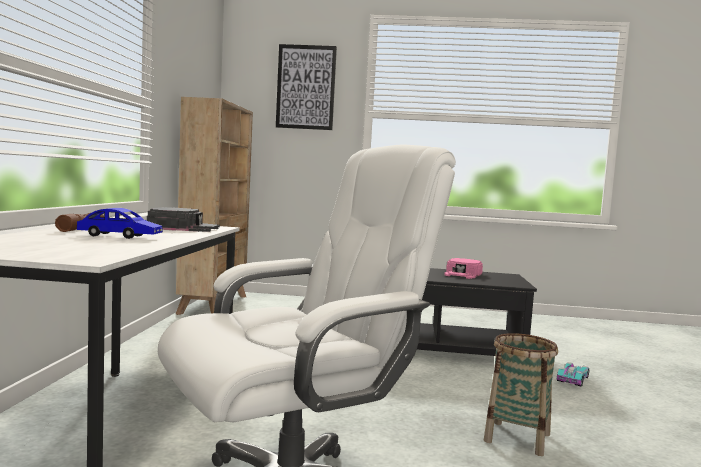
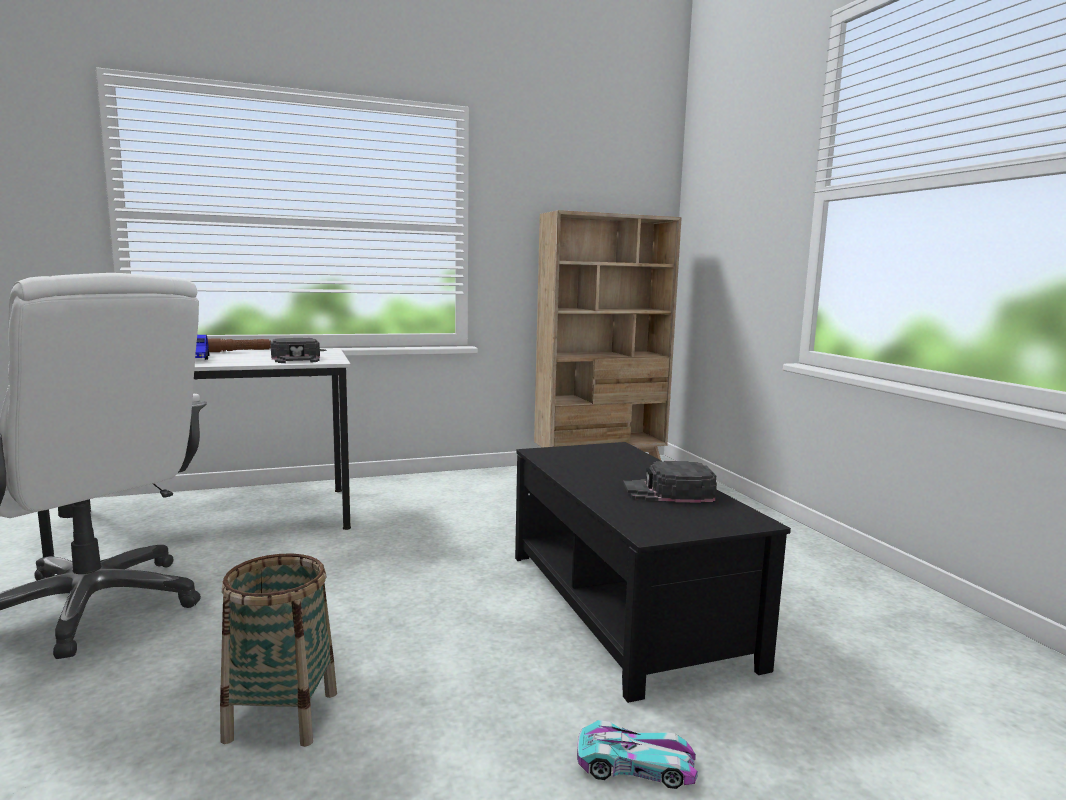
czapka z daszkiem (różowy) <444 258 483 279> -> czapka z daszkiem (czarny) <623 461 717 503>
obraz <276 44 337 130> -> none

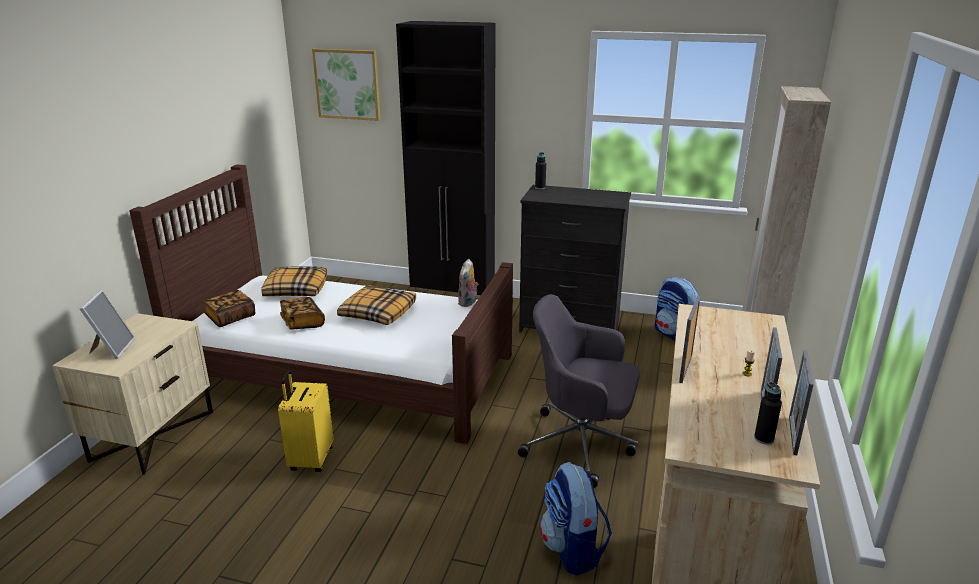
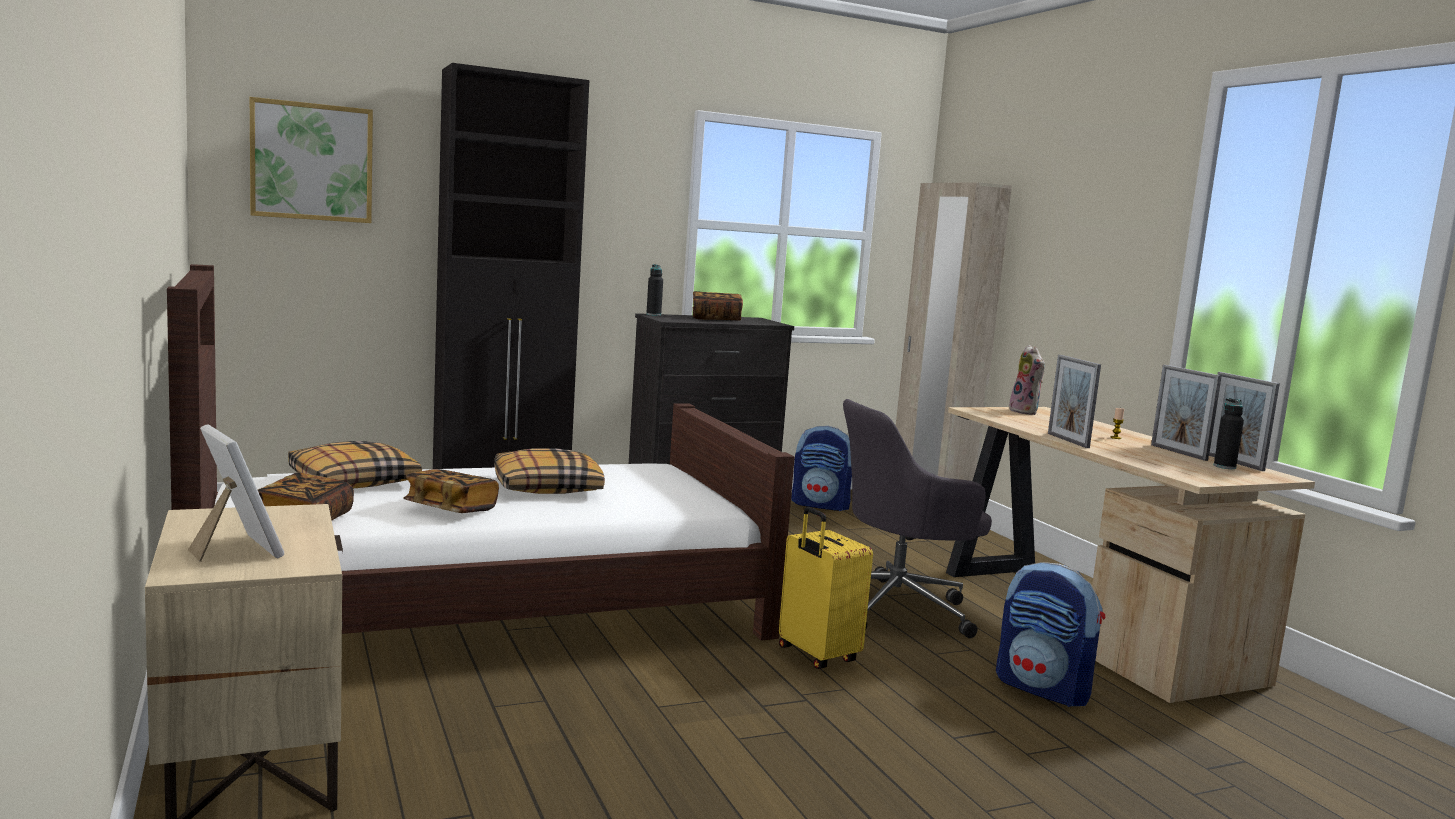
none -> książka <693 291 743 320>
walizka (żółty) <278 370 333 472> -> walizka (żółty) <779 507 873 669>, relocated
pluszak <458 259 479 307> -> pluszak <1006 345 1045 415>, relocated

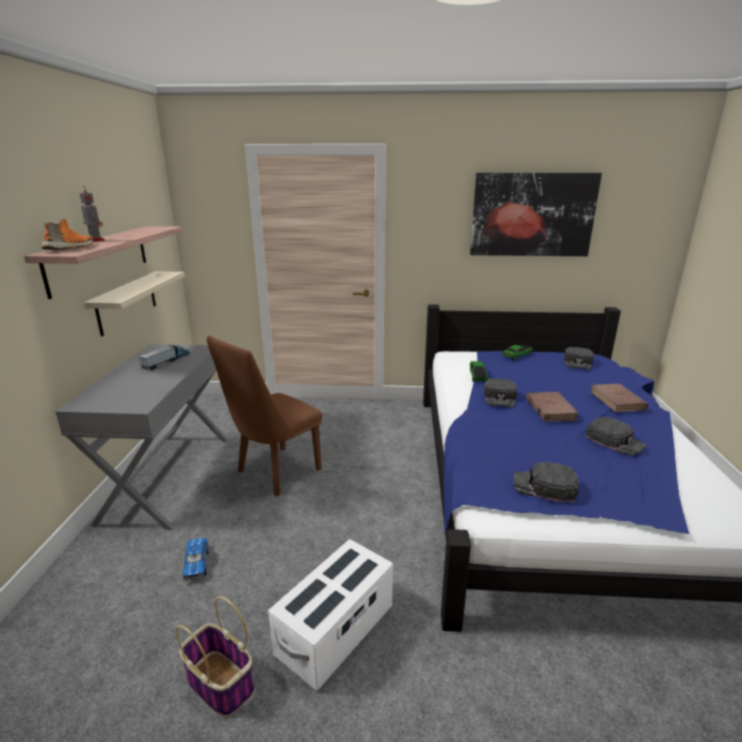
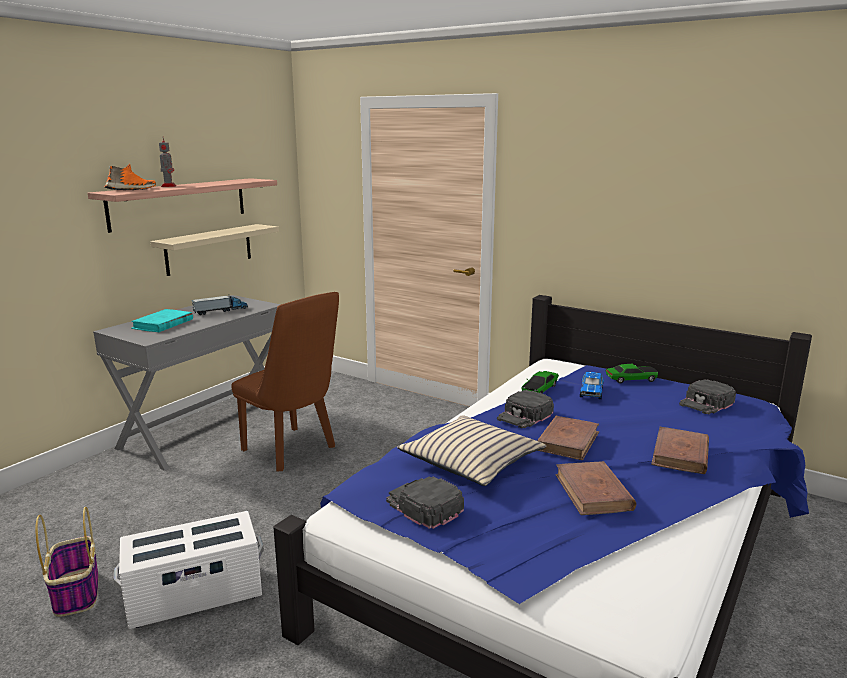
none -> książka (turkusowy) <131 309 193 332>
krzesło (brązowy) <207 336 322 496> -> krzesło (brązowy) <231 292 339 471>, 120 degrees counterclockwise
none -> poduszka (beżowy) <397 415 547 486>
czapka z daszkiem (czarny) <586 417 647 456> -> książka (brązowy) <555 461 636 515>
samochodzik <183 538 208 580> -> samochodzik <580 372 604 399>, relocated
obraz <470 173 602 256> -> none

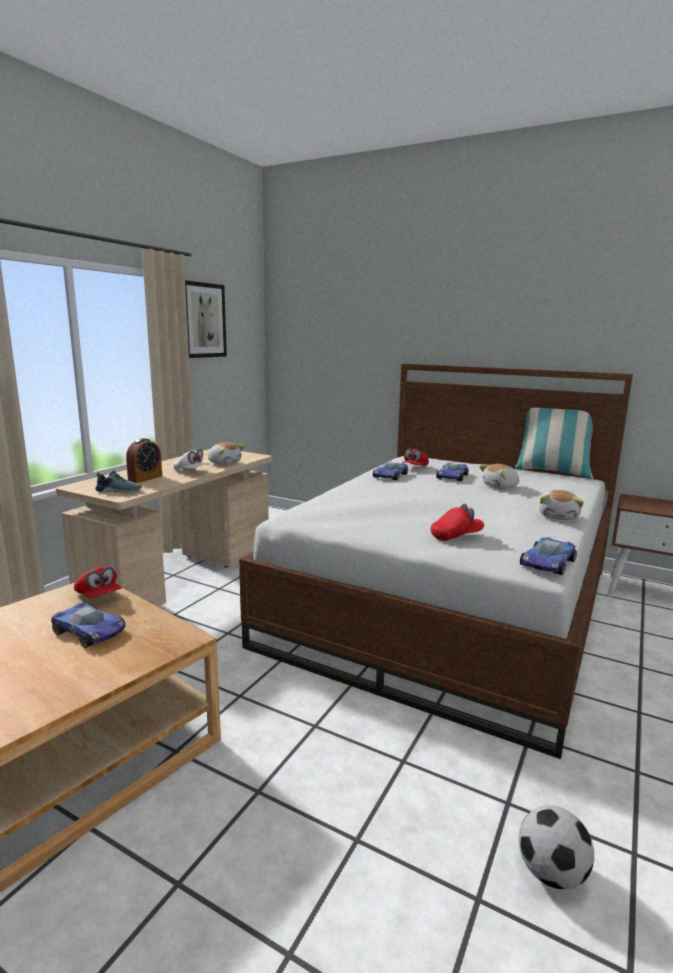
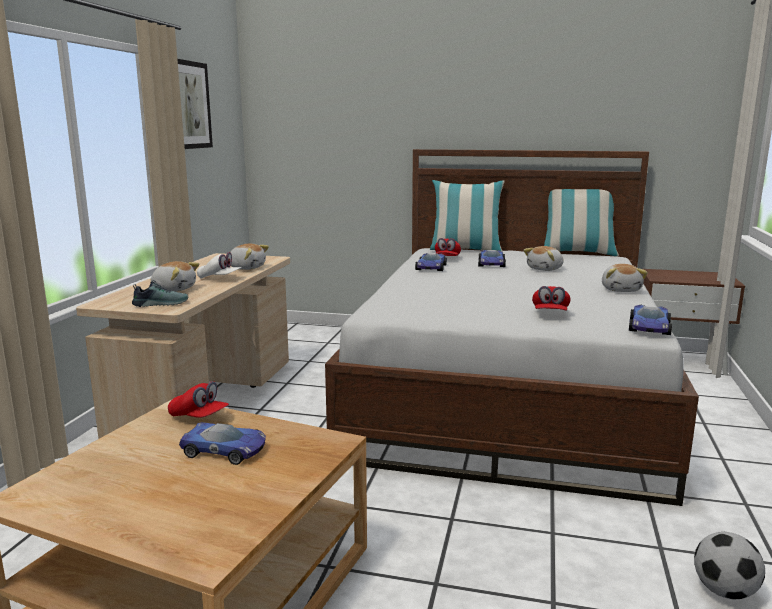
budzik <126 438 162 483> -> pluszak <150 261 199 292>
none -> poduszka <430 180 505 252>
czapka z daszkiem (czerwony) <431 504 484 541> -> czapka z daszkiem (czerwony) <532 286 570 311>, 135 degrees clockwise

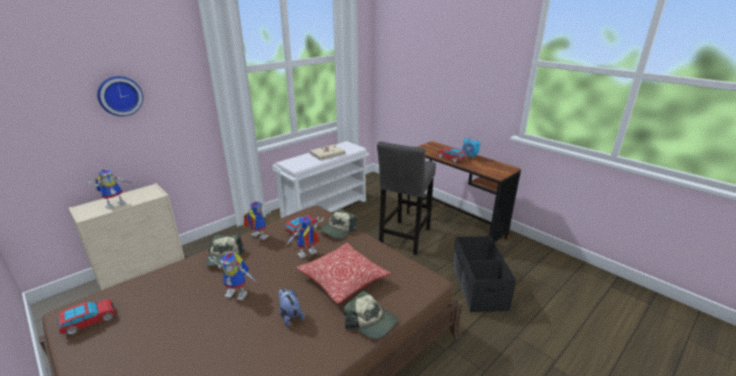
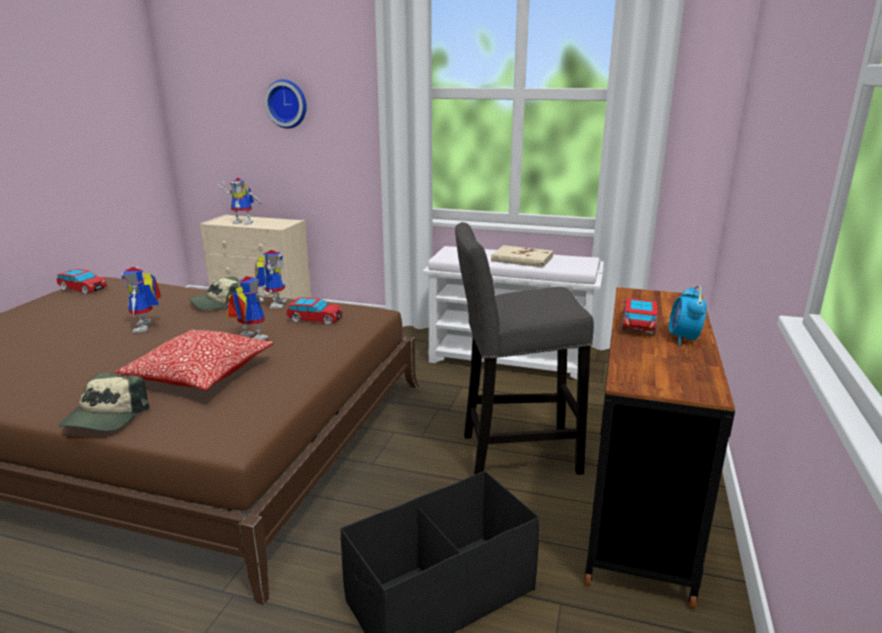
pluszak <278 288 304 327> -> none
czapka z daszkiem <319 209 356 239> -> none

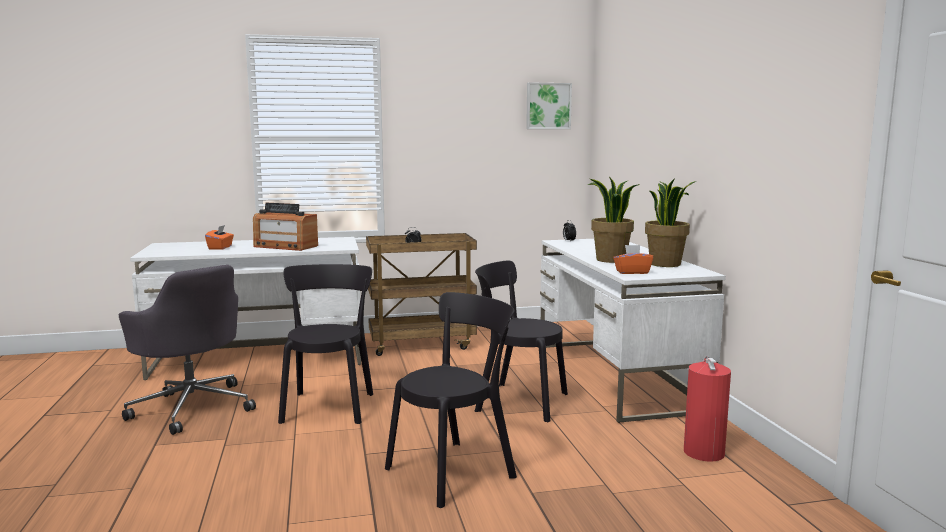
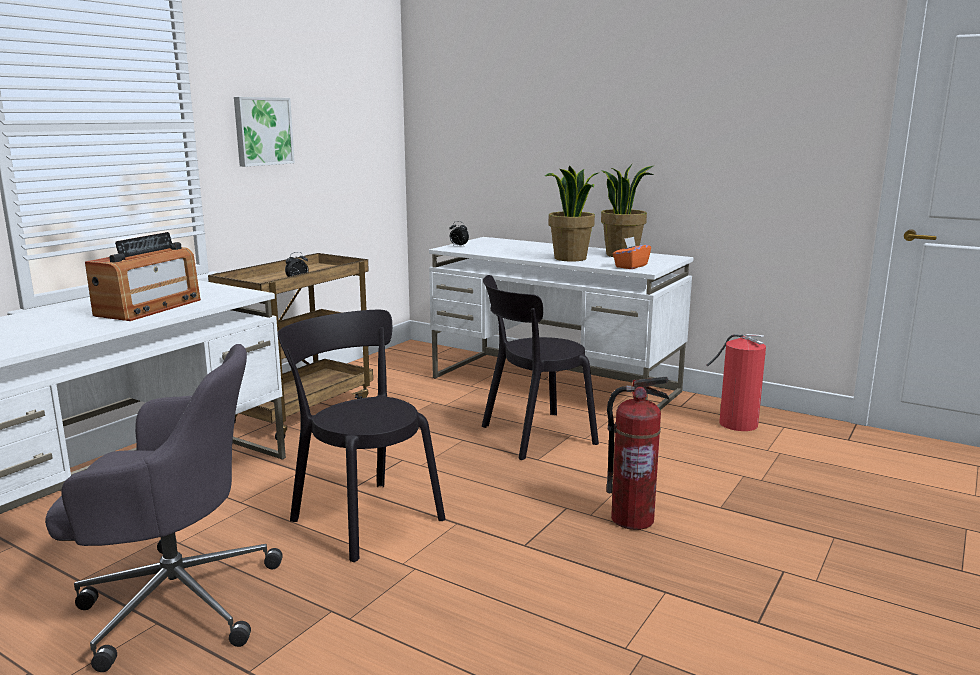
radio <253 203 318 251> -> radio <85 232 201 321>, 45 degrees counterclockwise
obraz <526 82 572 129> -> obraz <234 97 295 167>, relocated
krzesło (czarny) <385 292 517 508> -> gaśnica <607 377 670 530>
pudełko chusteczek (pomarańczowy) <205 225 234 250> -> none

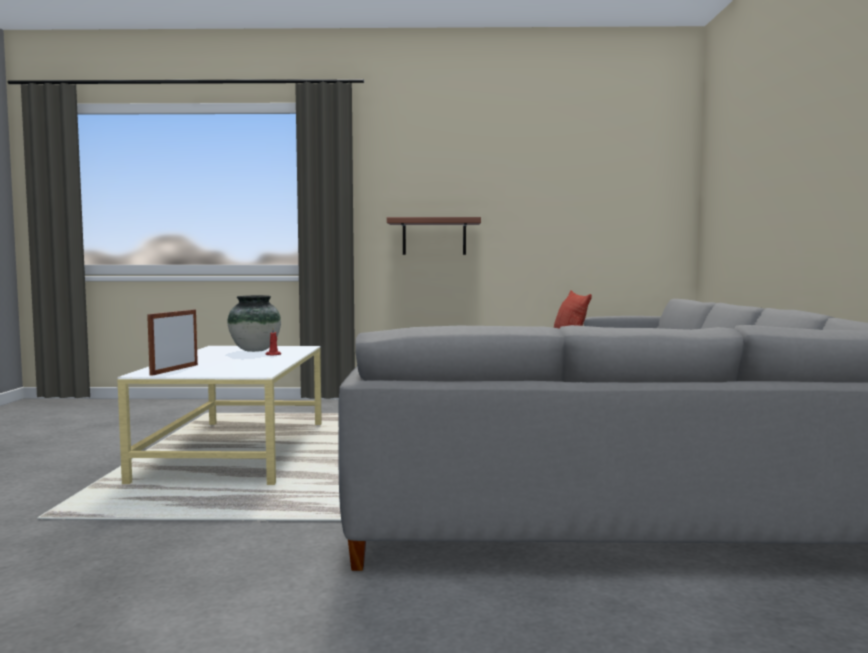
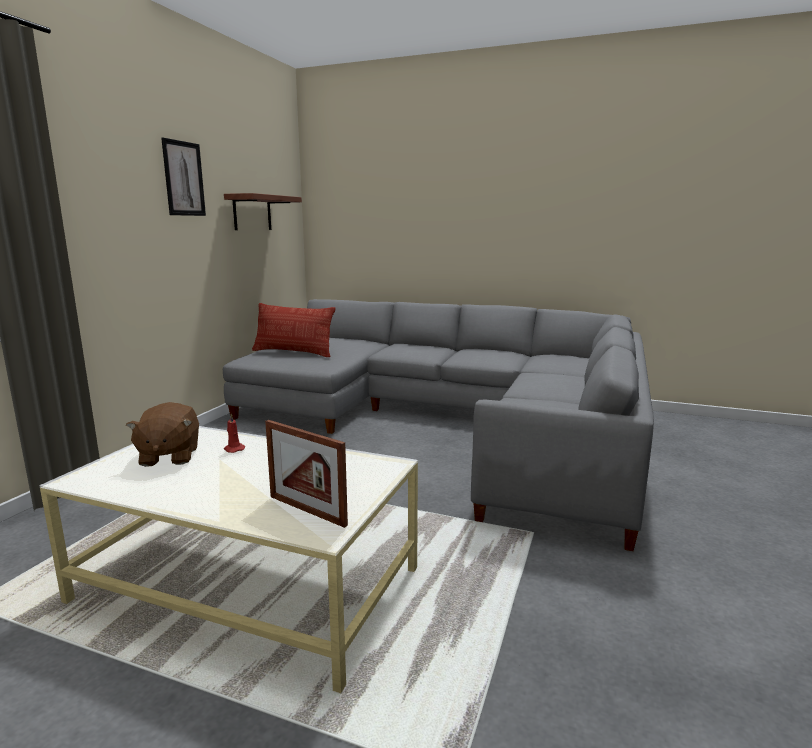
wazon <227 295 281 352> -> pluszak (brązowy) <126 402 199 467>
none -> obraz <161 137 206 216>
półka <387 217 481 255> -> półka <224 193 302 230>, relocated

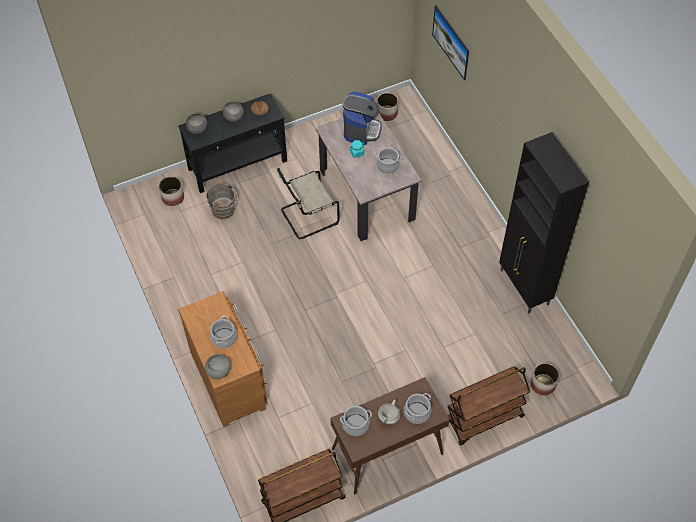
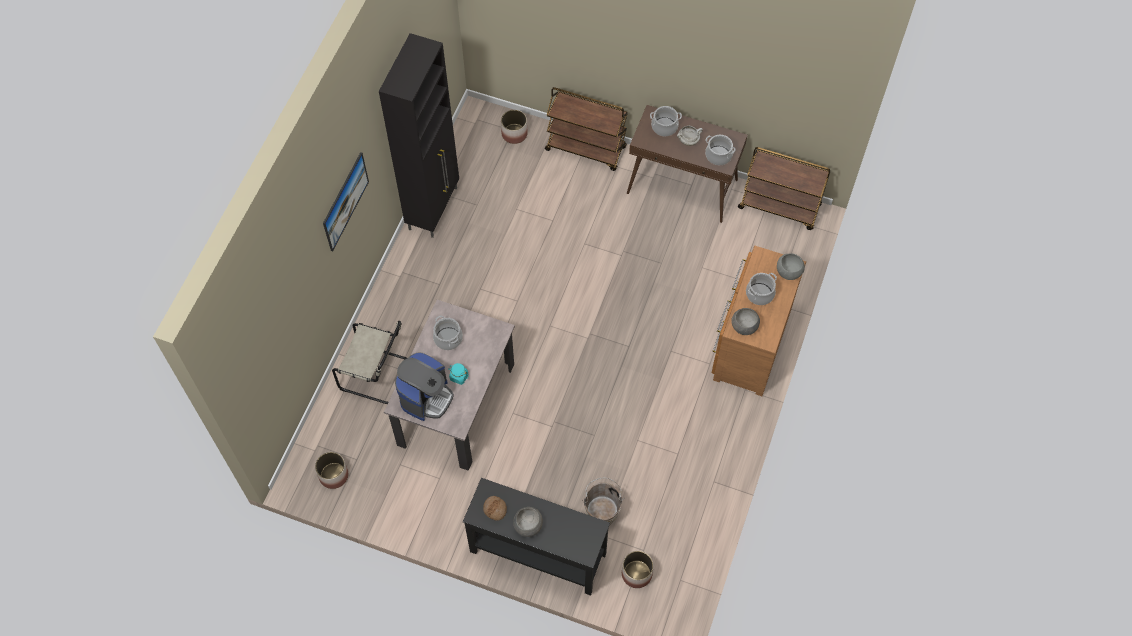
obraz <432 5 469 80> -> obraz <323 152 369 251>, relocated
krzesło (beżowy) <277 168 340 239> -> krzesło (beżowy) <332 321 407 404>, relocated
ekspres do kawy <343 91 382 145> -> ekspres do kawy <395 352 454 421>, 150 degrees clockwise
miska (szary) <186 113 207 134> -> miska (szary) <731 308 760 335>, relocated

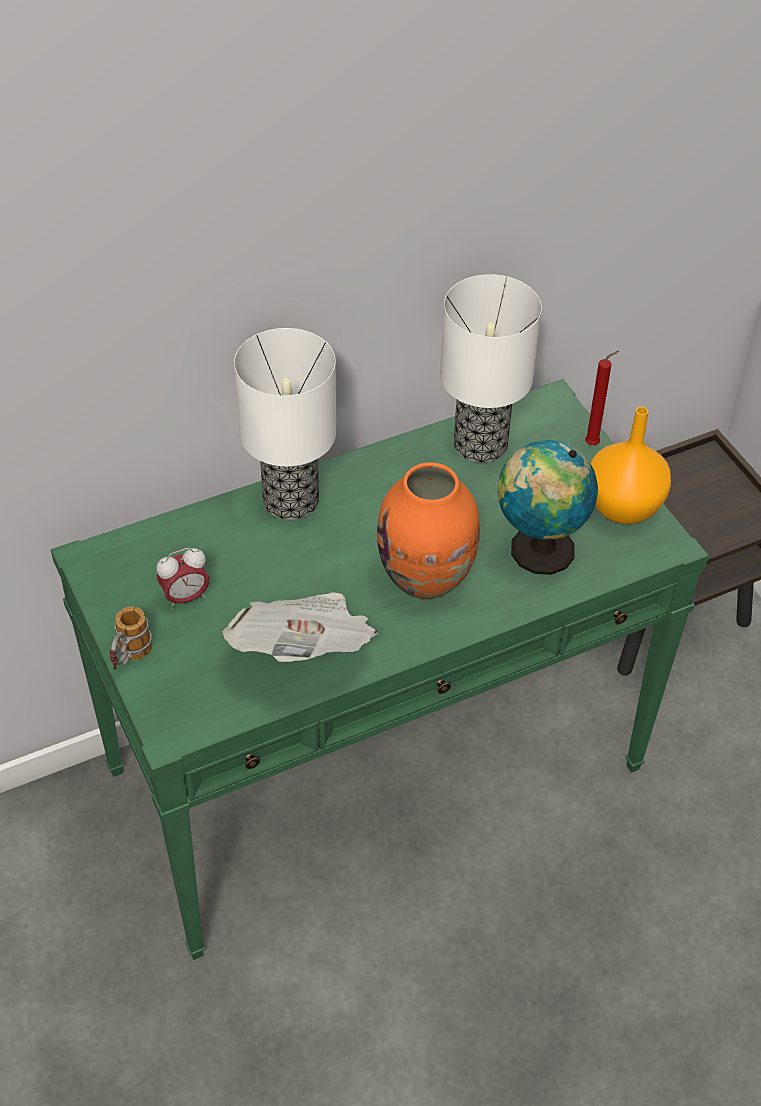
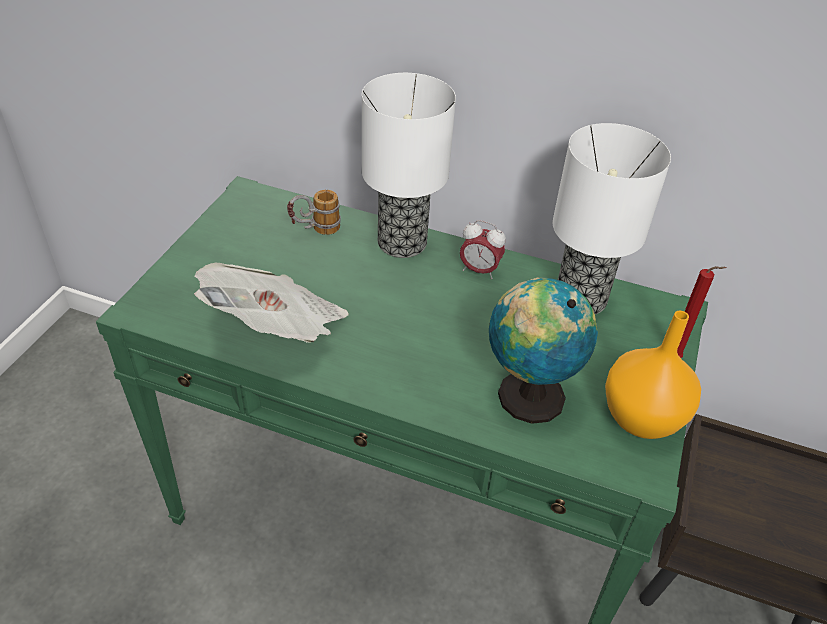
kubek <109 607 152 670> -> kubek <287 190 341 235>, relocated
budzik <156 548 210 609> -> budzik <460 220 506 279>, relocated
wazon (pomarańczowy) <377 462 480 599> -> none

